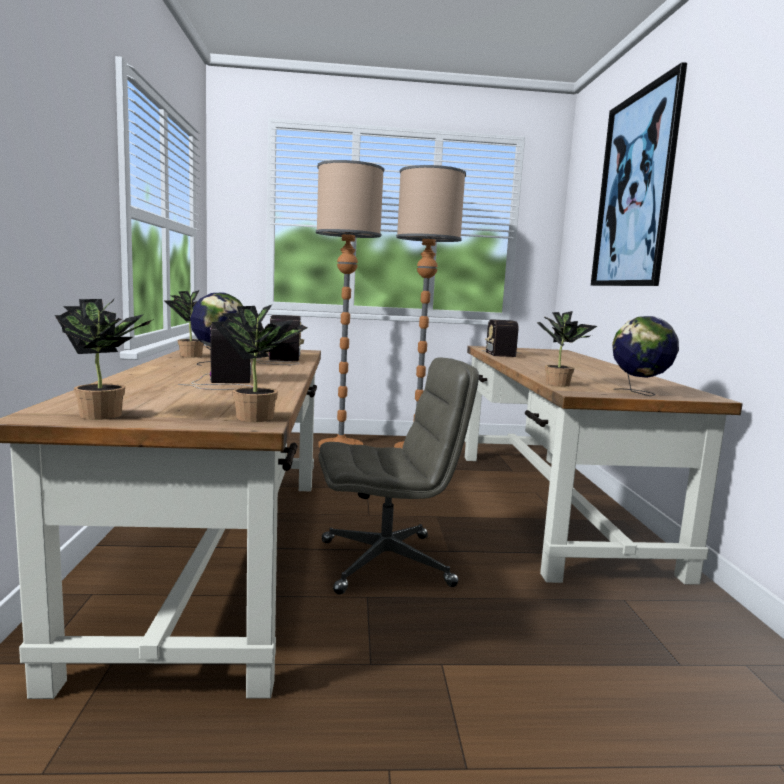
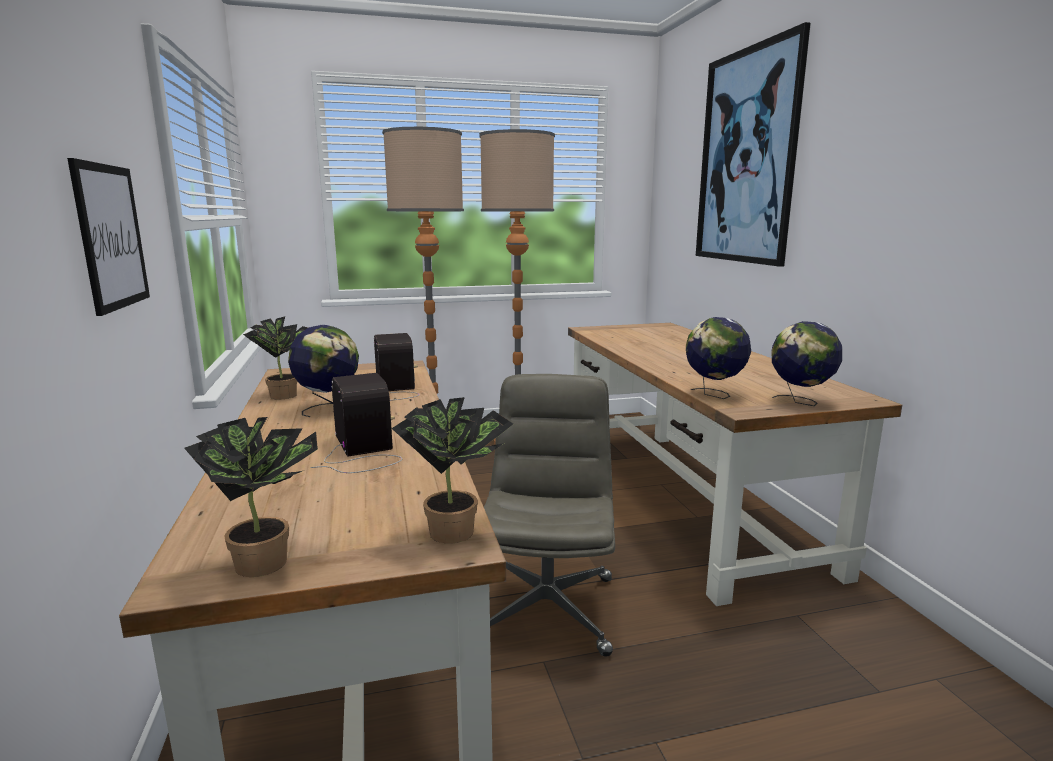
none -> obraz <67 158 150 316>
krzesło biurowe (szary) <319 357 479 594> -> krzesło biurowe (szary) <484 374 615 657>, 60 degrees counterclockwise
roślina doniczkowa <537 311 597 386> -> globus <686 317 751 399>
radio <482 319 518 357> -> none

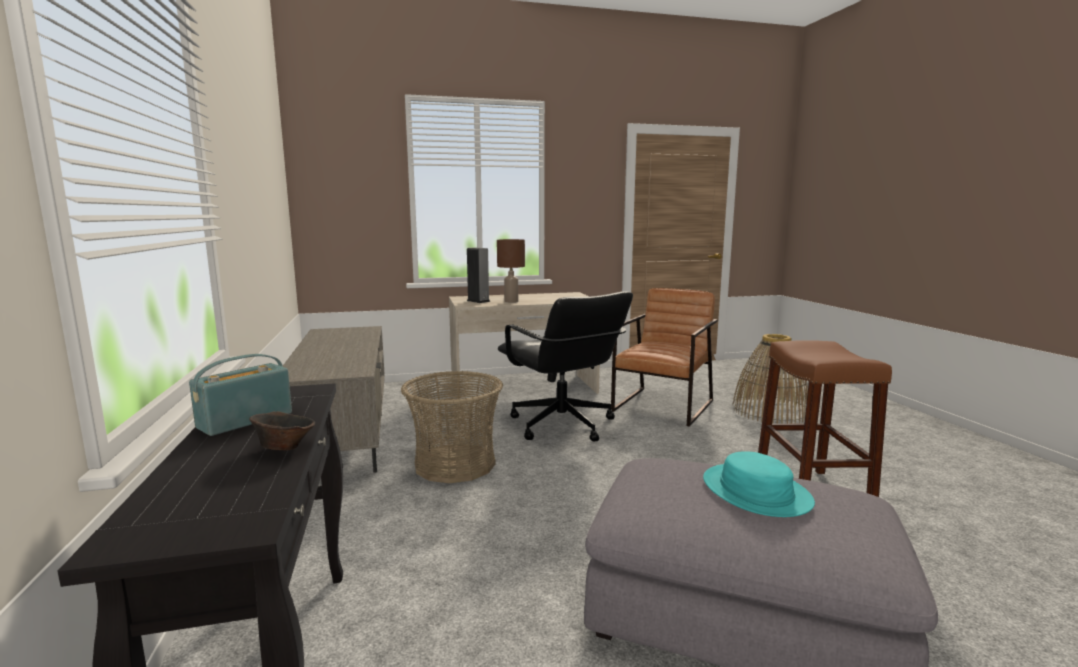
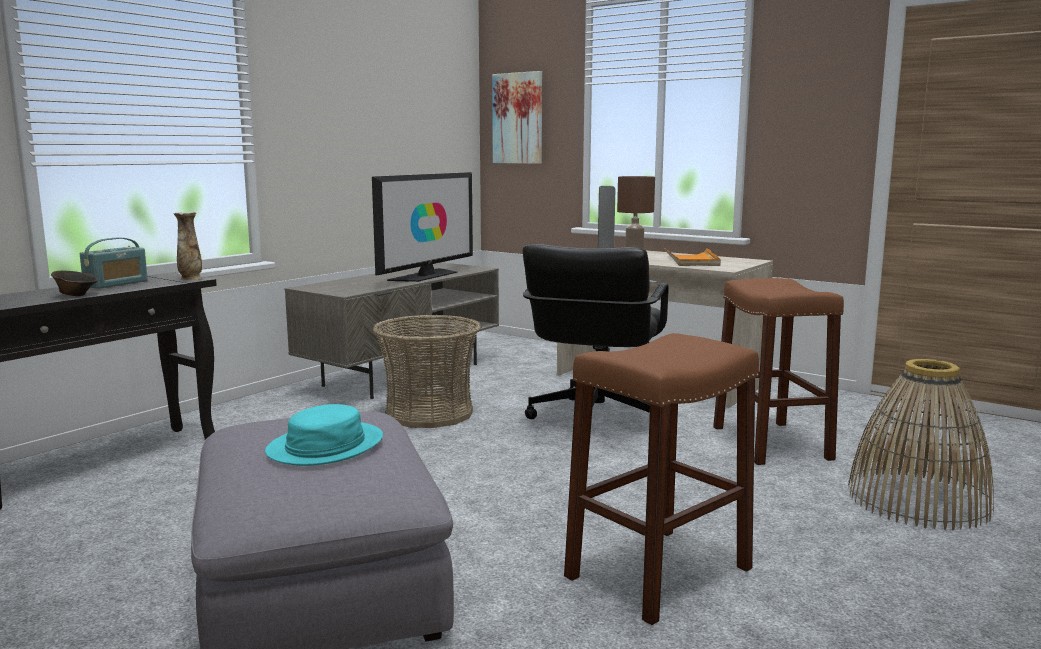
radio <189 354 292 436> -> radio <80 238 148 289>, 120 degrees clockwise
none -> wazon <173 212 202 280>
none -> telewizor <372 172 473 282>
none -> obraz <492 71 542 164>
none -> taca (pomarańczowy) <664 248 721 266>
fotel (brązowy) <611 288 718 427> -> stołek (brązowy) <713 278 844 465>

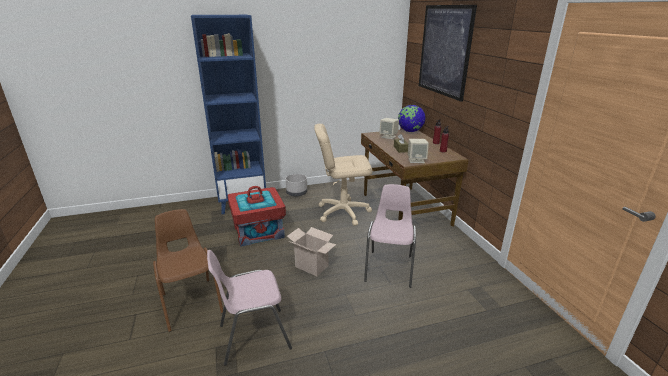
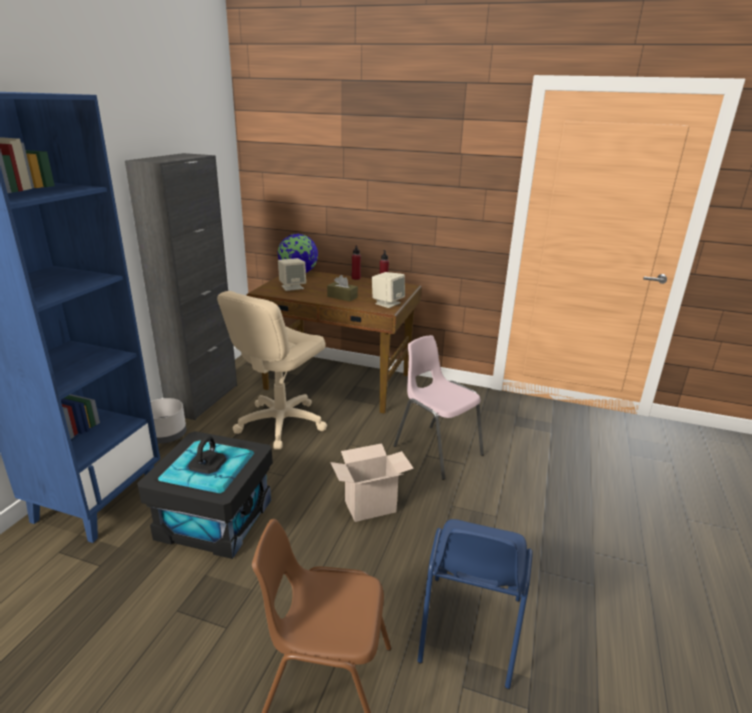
none -> szafka (czarny) <125 153 237 420>
pojemnik do przechowywania (czerwony) <227 186 286 247> -> pojemnik do przechowywania (czarny) <137 431 273 559>
krzesło (różowy) <207 250 292 366> -> krzesło (niebieski) <417 519 533 689>
obraz <419 5 477 101> -> none

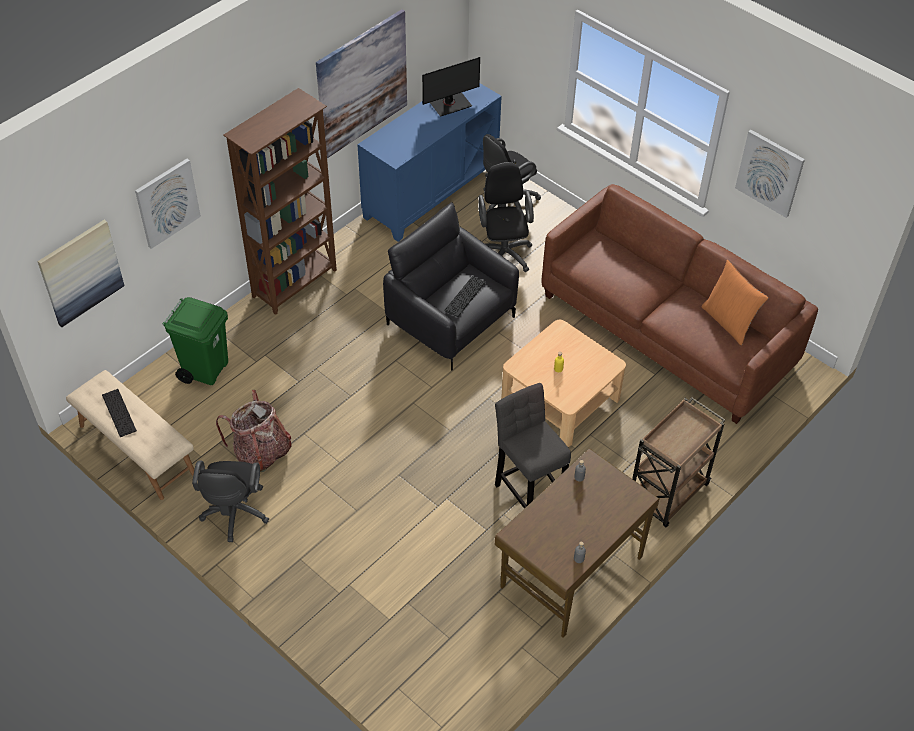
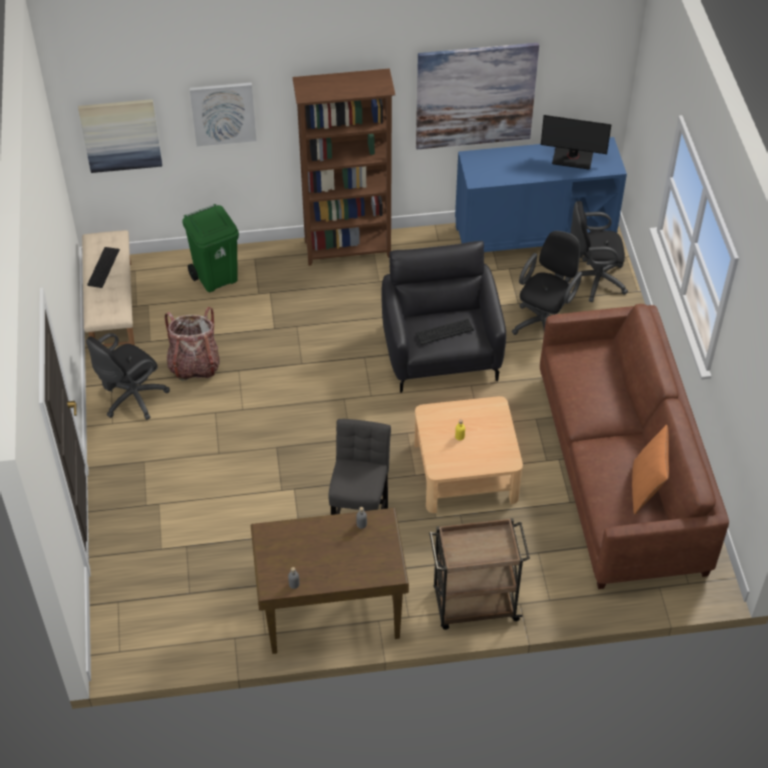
obraz <735 130 805 218> -> none

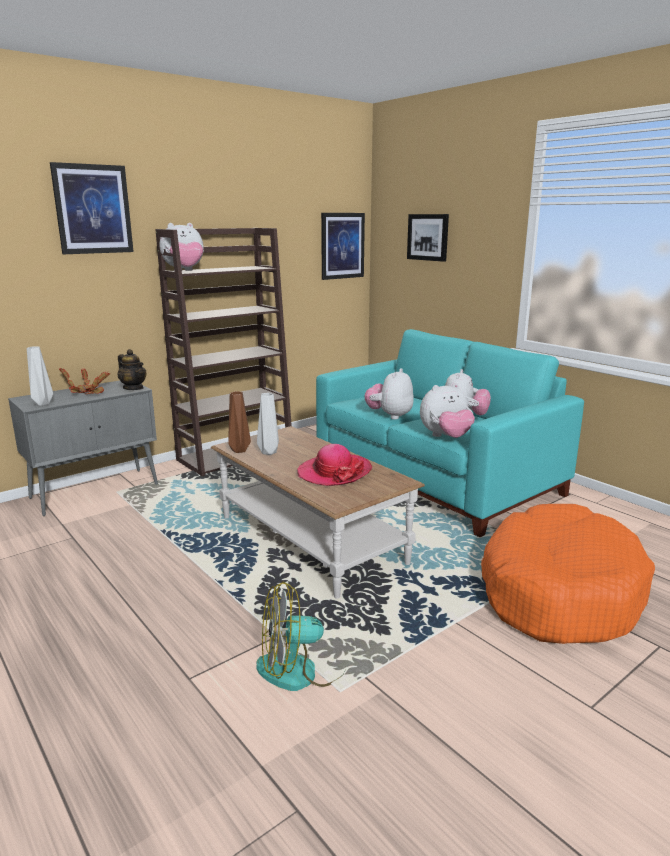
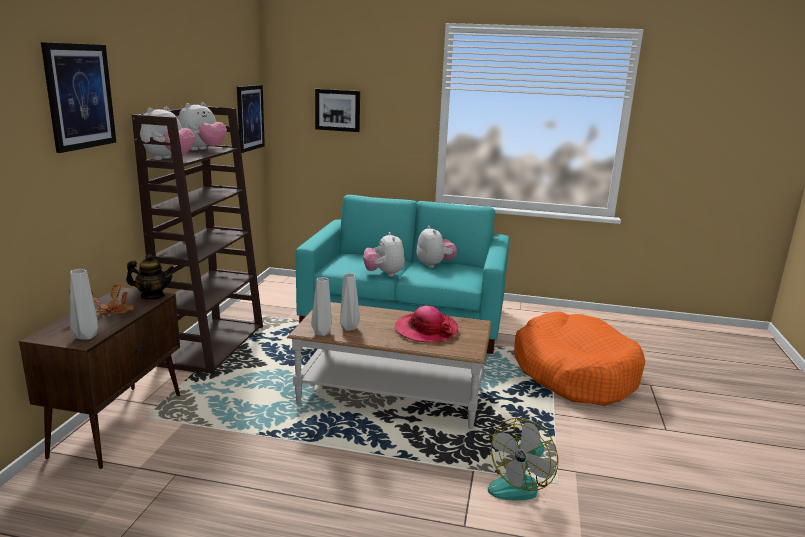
szafka (szary) <8 380 158 516> -> szafka (brązowy) <19 287 180 469>
pluszak <420 383 475 438> -> pluszak <177 102 227 150>, relocated
wazon (brązowy) <228 391 251 453> -> wazon (szary) <311 277 332 336>

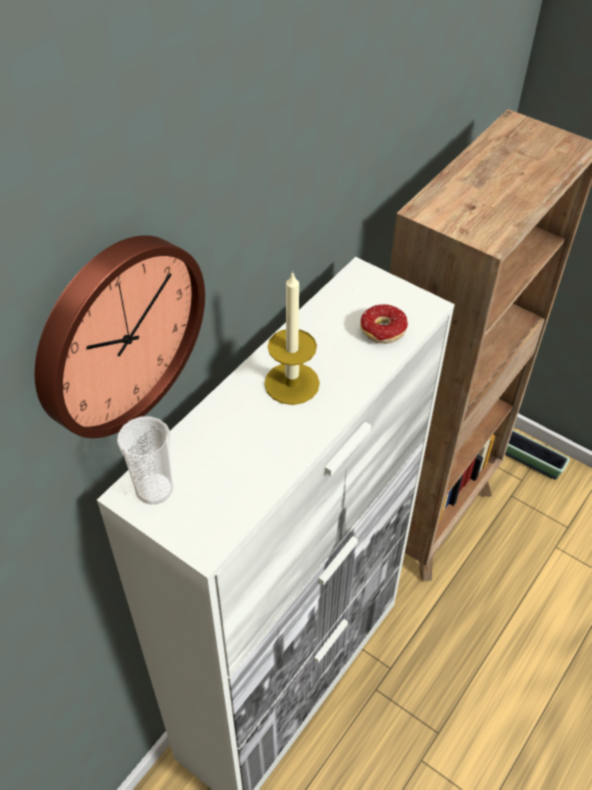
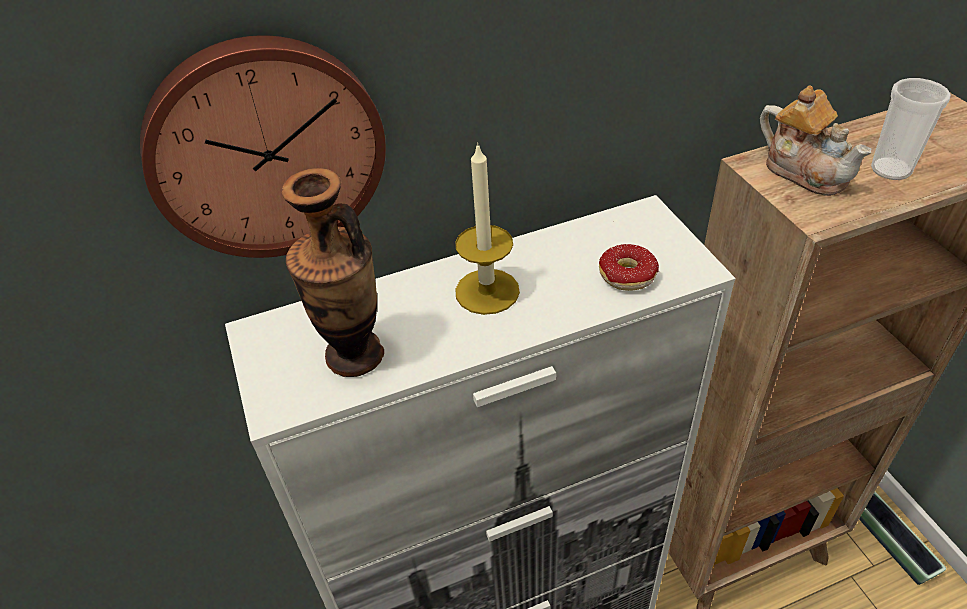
none -> wazon <282 168 384 377>
none -> imbryk <760 85 872 196>
filiżanka <117 416 173 504> -> filiżanka <871 78 951 180>, relocated

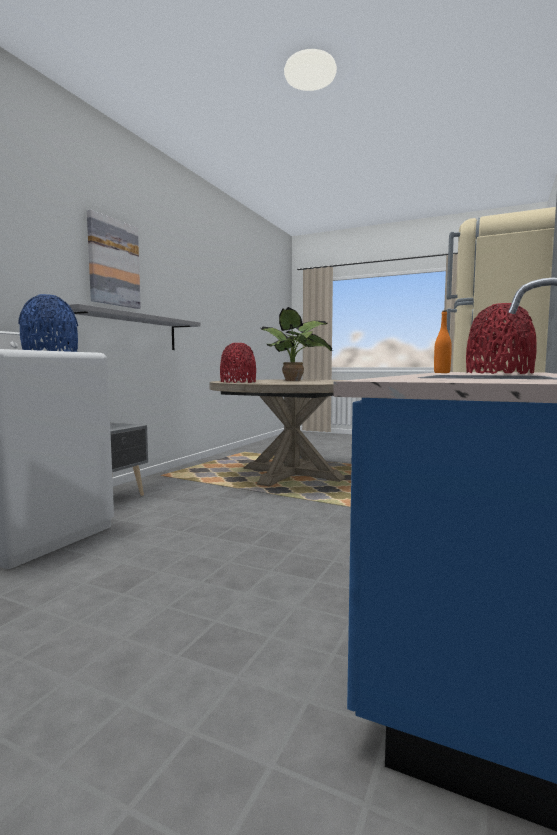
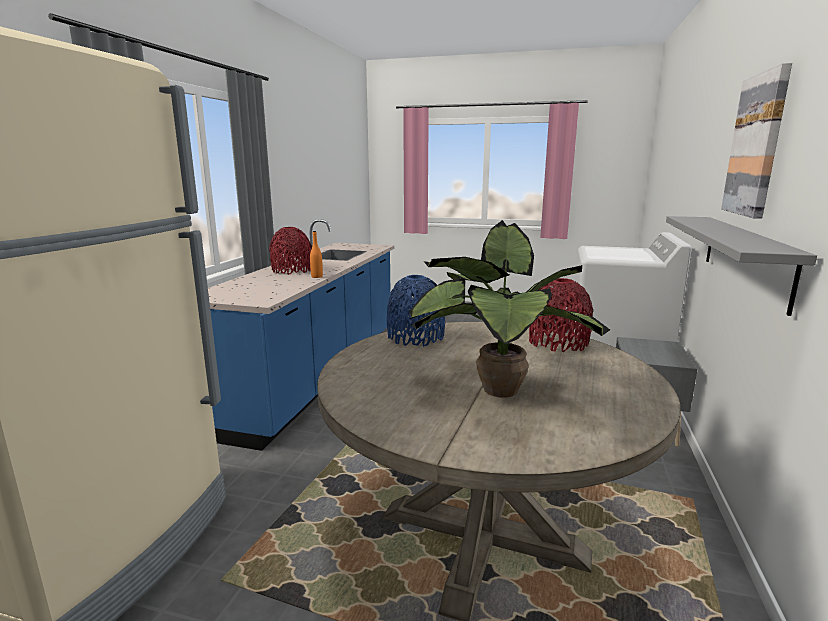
wazon (niebieski) <18 294 78 352> -> wazon (niebieski) <387 275 445 347>, relocated

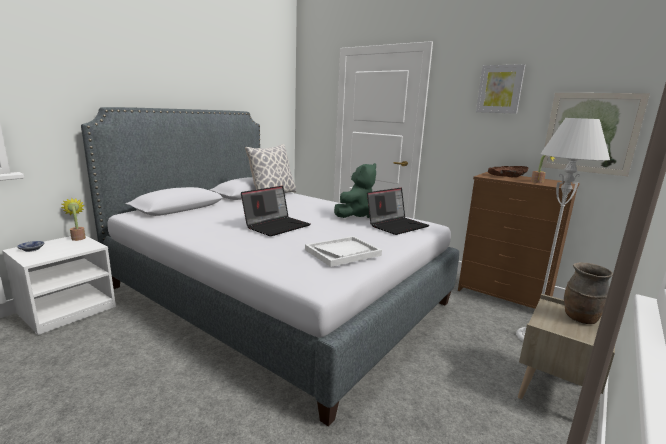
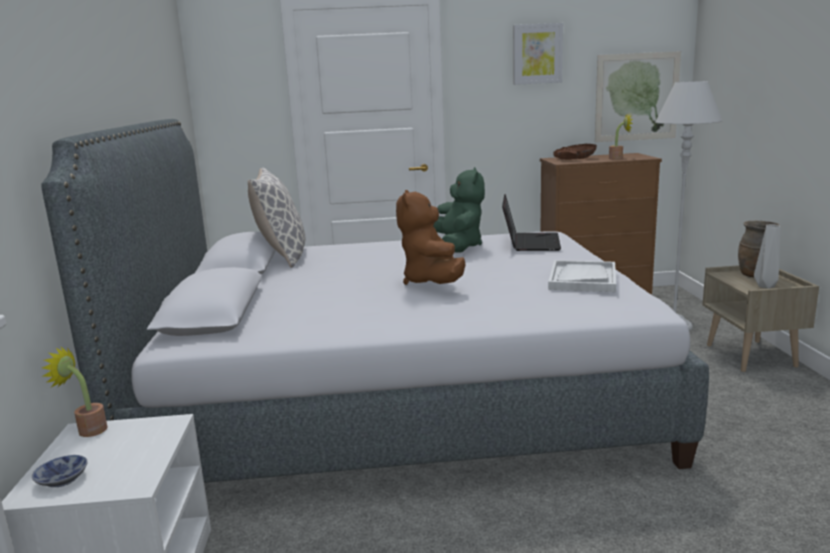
laptop <241 186 310 236> -> pluszak (brązowy) <396 190 466 285>
none -> wazon (szary) <754 225 781 289>

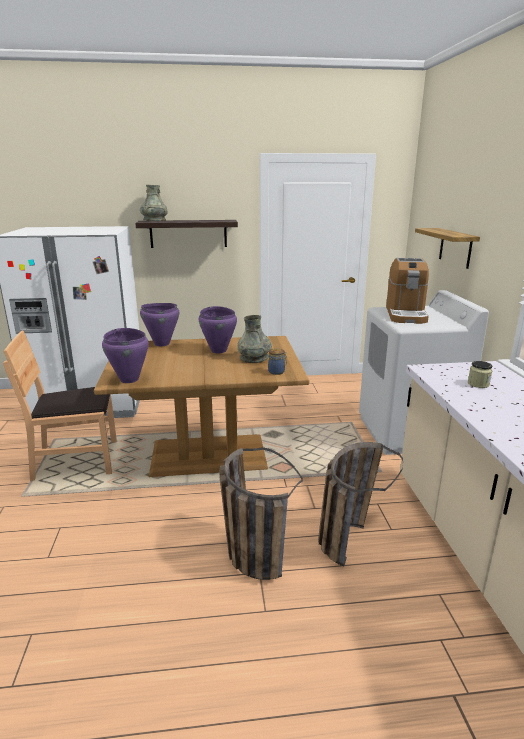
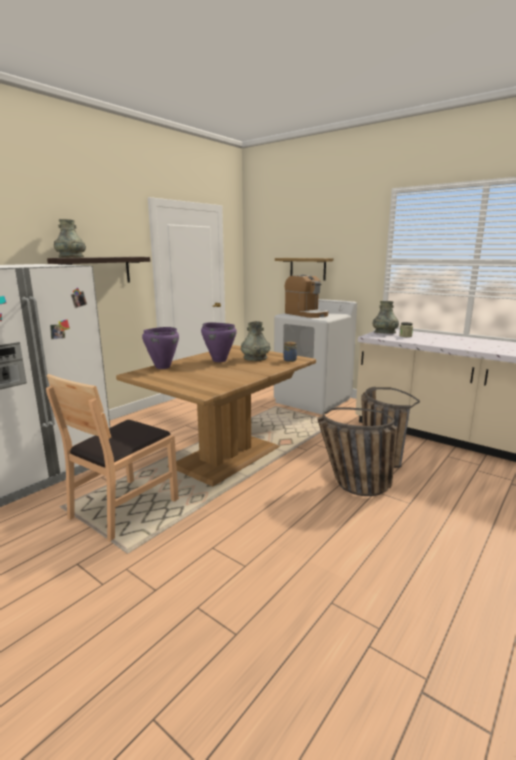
none -> wazon (szary) <372 301 399 334>
garnek (fioletowy) <102 328 149 383> -> none

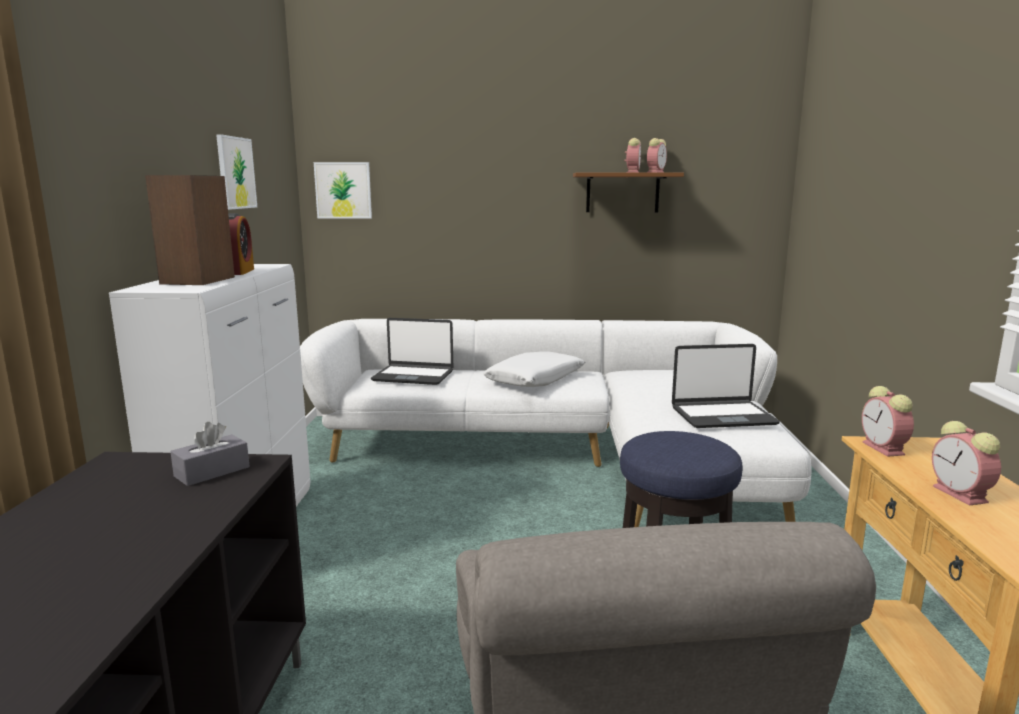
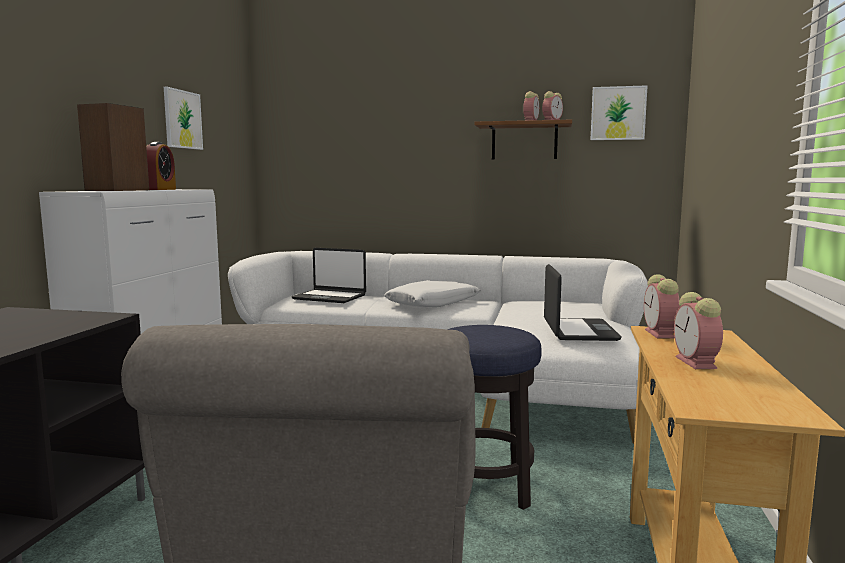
laptop <672 344 780 428> -> laptop <544 264 622 341>, 90 degrees counterclockwise
obraz <314 162 372 219> -> obraz <591 85 648 140>, relocated
pudełko chusteczek (szary) <170 422 250 486> -> none

